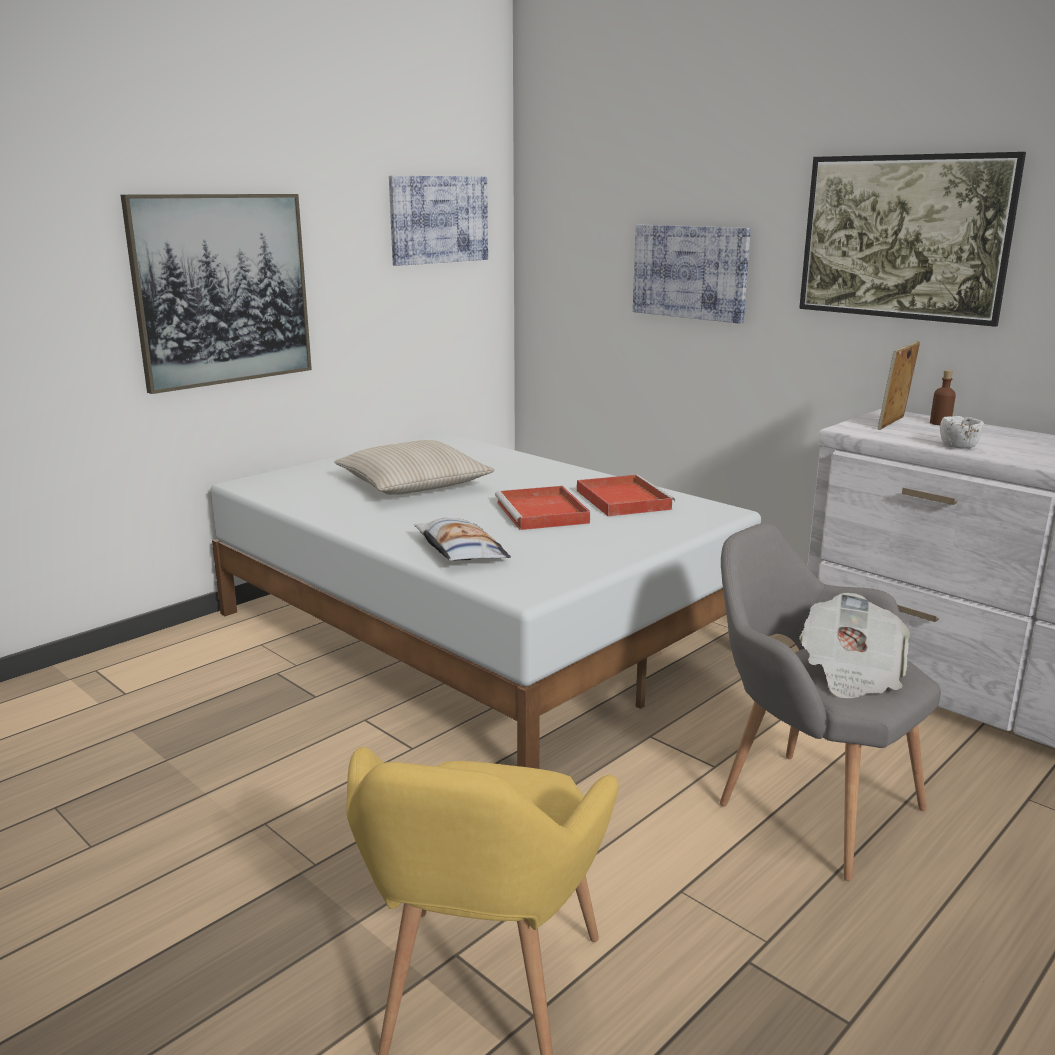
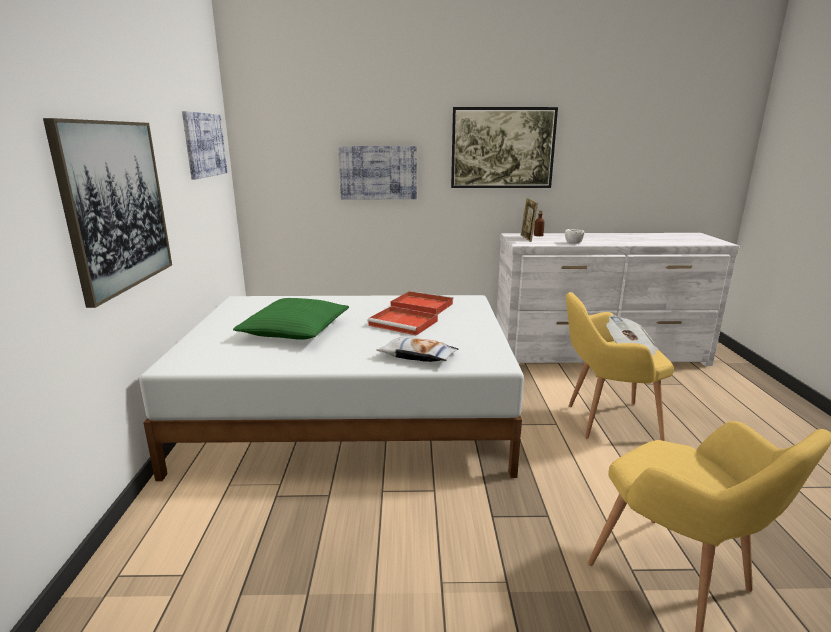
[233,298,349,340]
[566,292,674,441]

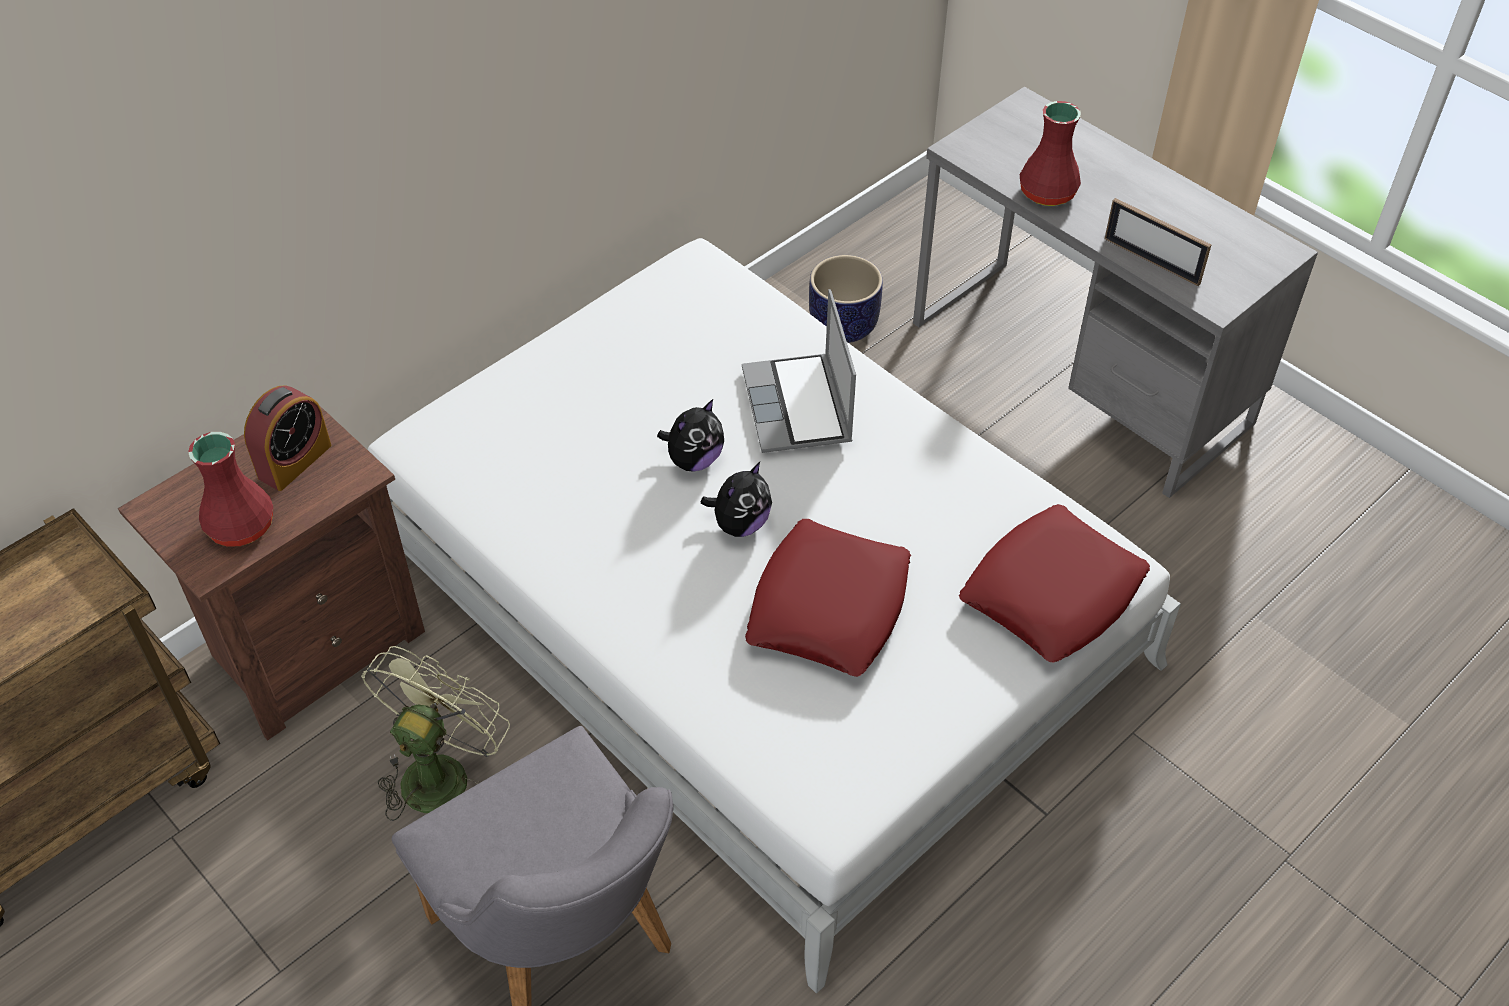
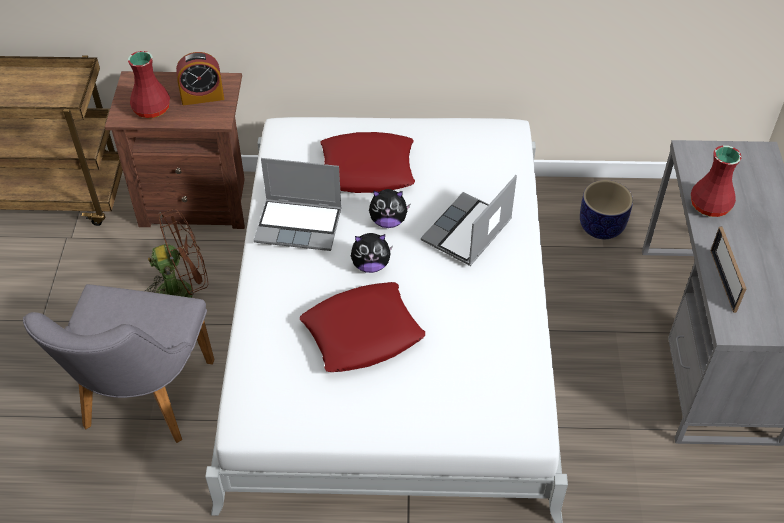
[320,132,415,193]
[145,209,208,298]
[254,158,342,251]

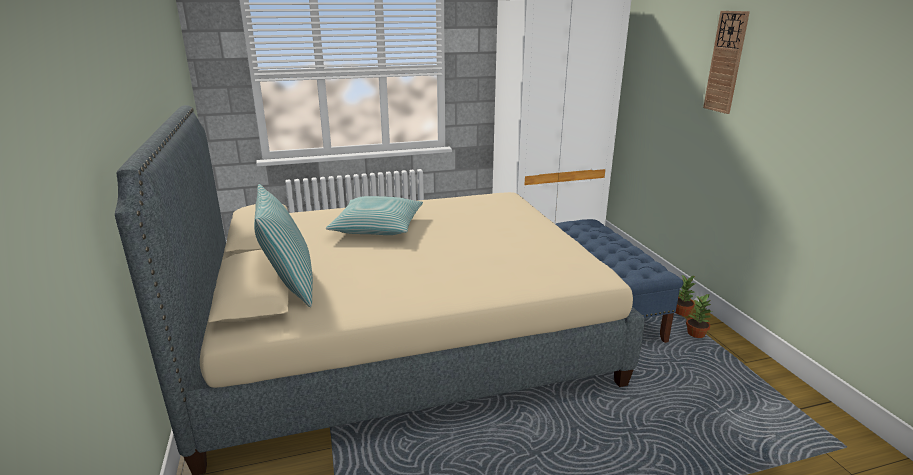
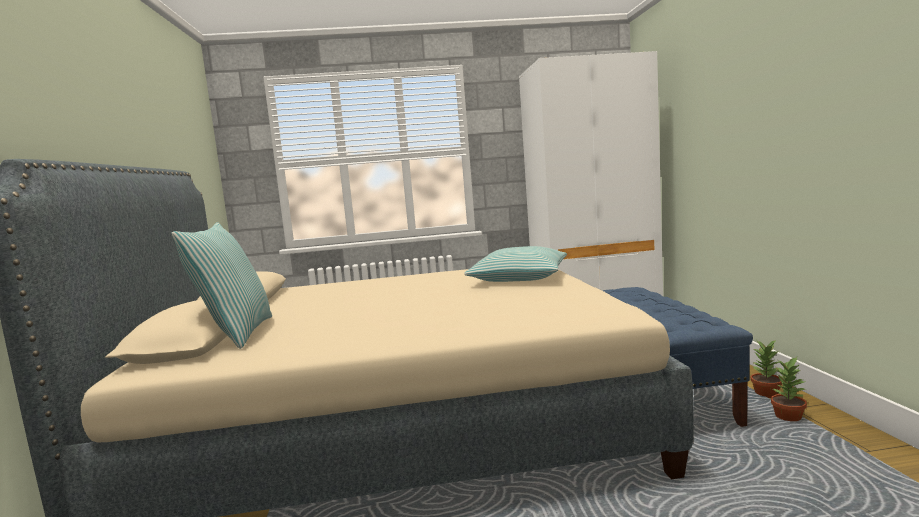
[703,11,750,114] (first image)
[464,246,567,282]

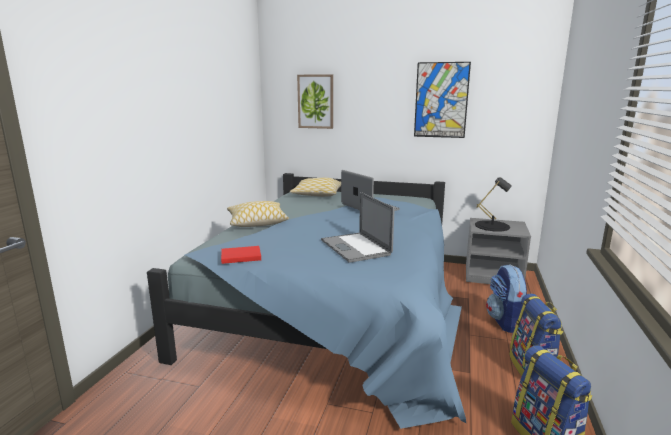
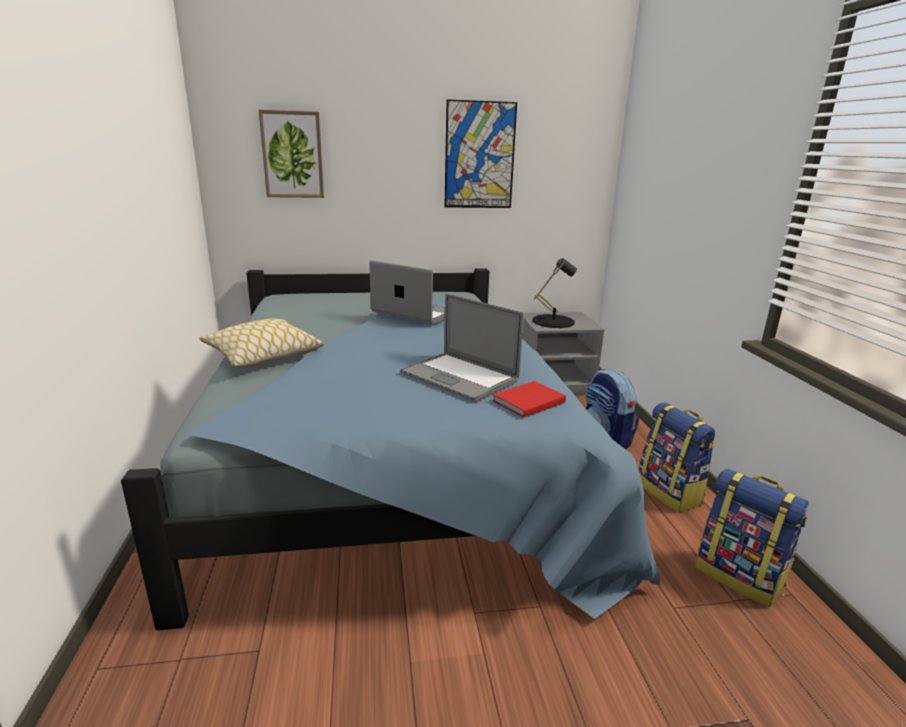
[290,178,341,197] (first image)
[493,381,566,418]

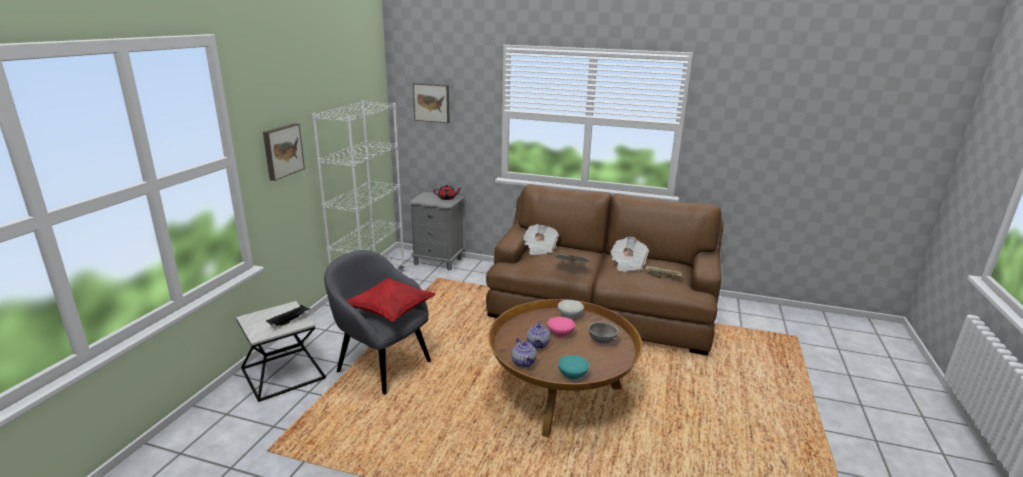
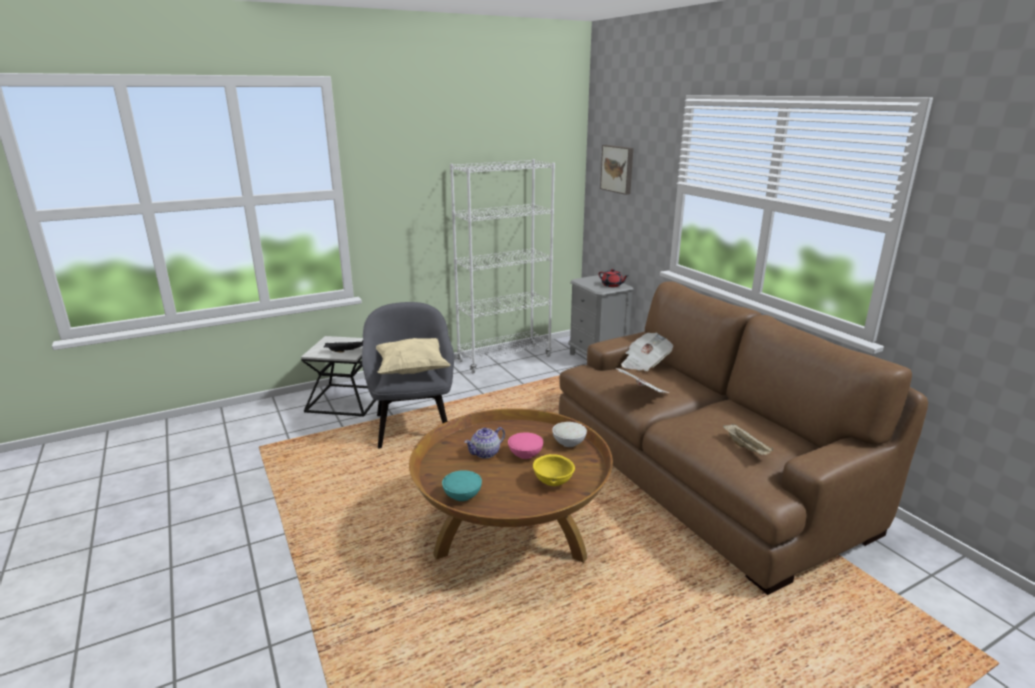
[263,123,305,181] (first image)
[610,237,649,272] (first image)
[376,338,451,374]
[533,454,575,486]
[512,338,537,367] (first image)

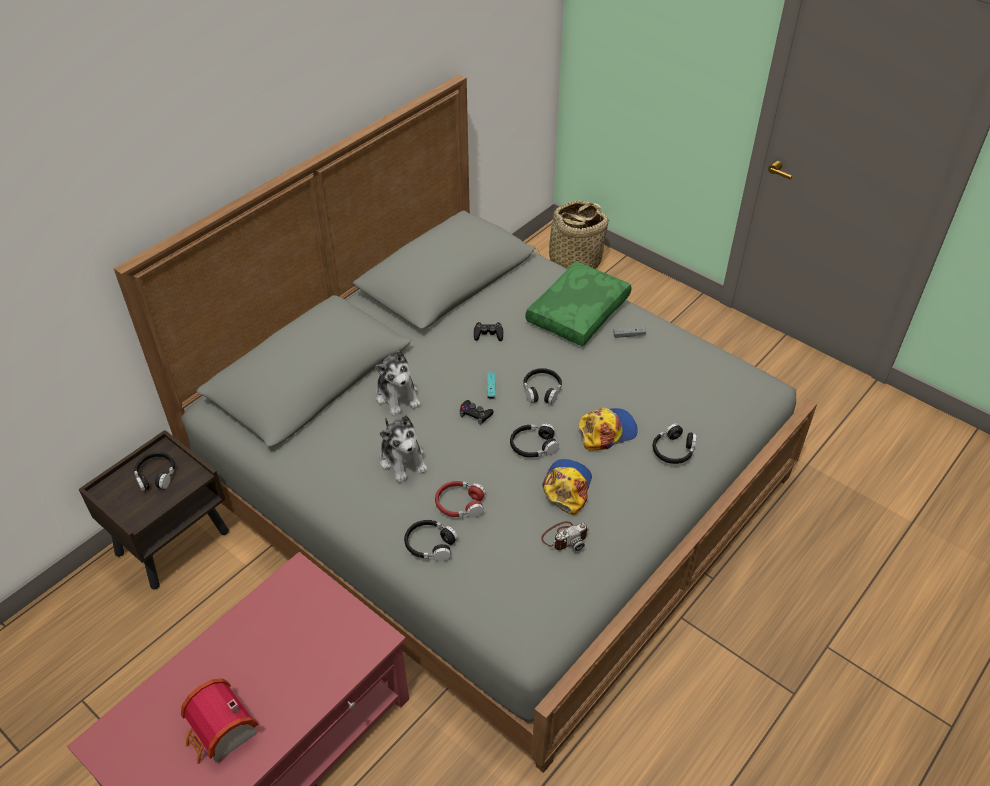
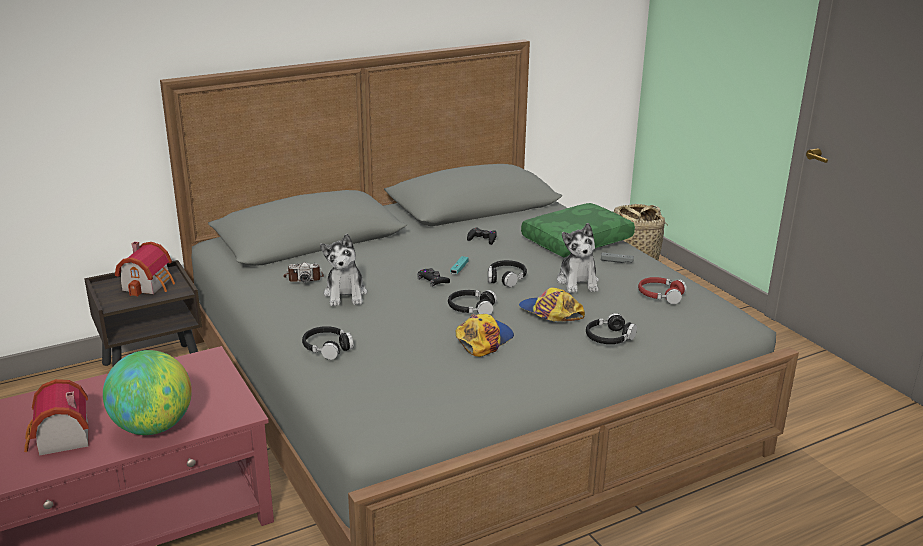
[557,223,599,293]
[519,288,585,321]
[115,242,175,297]
[638,277,687,304]
[283,262,324,283]
[103,350,192,435]

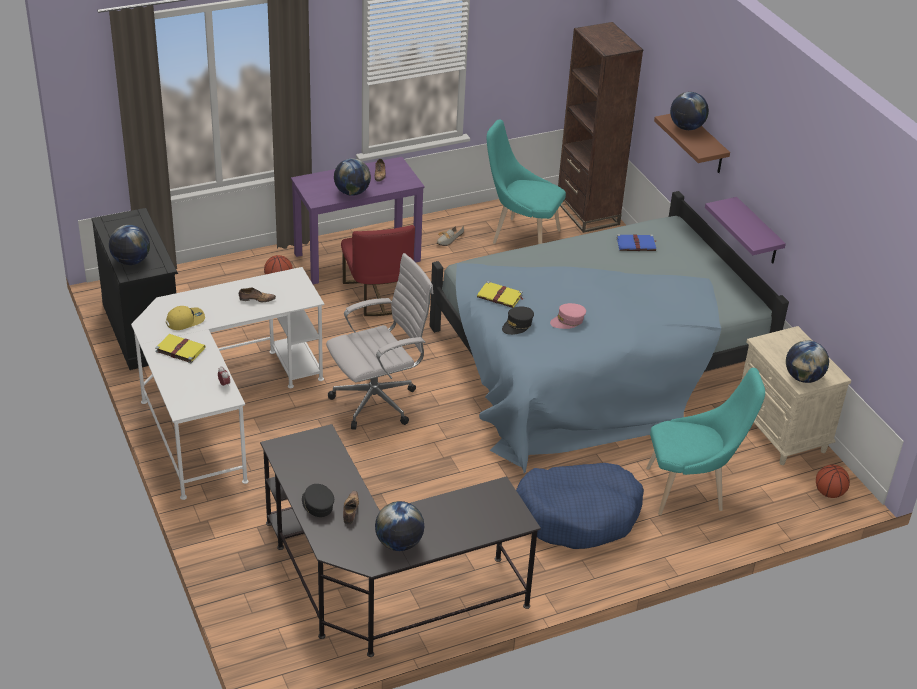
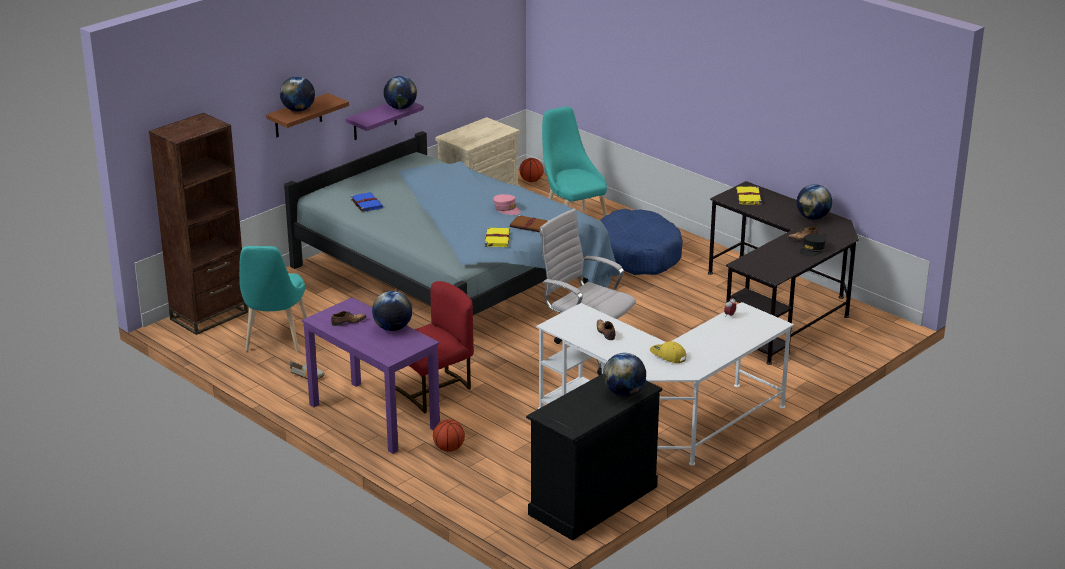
[510,215,550,232]
[736,187,762,206]
[384,76,417,109]

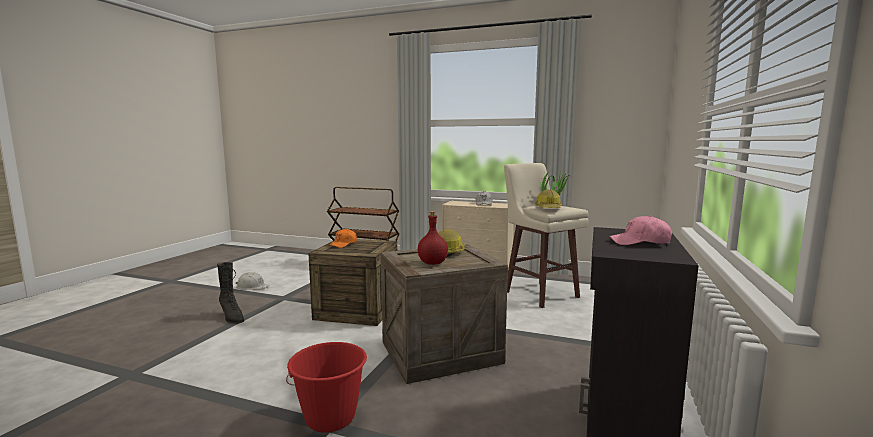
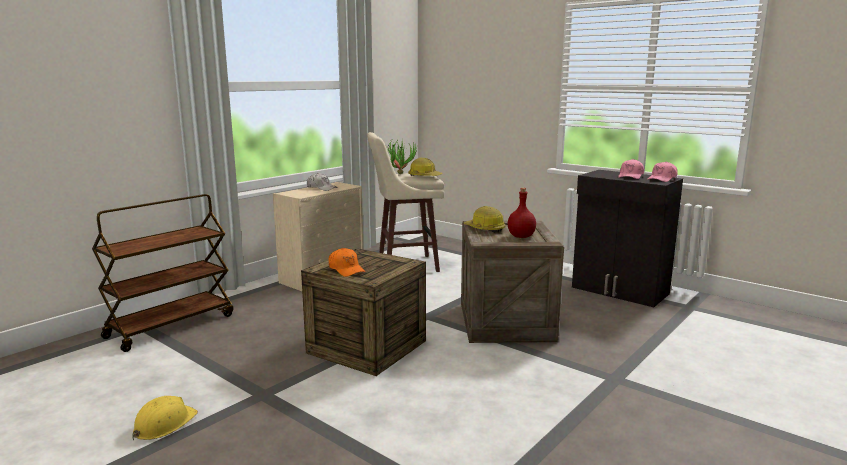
[217,262,244,324] (first image)
[132,396,198,440]
[286,342,367,433] (first image)
[647,161,678,182]

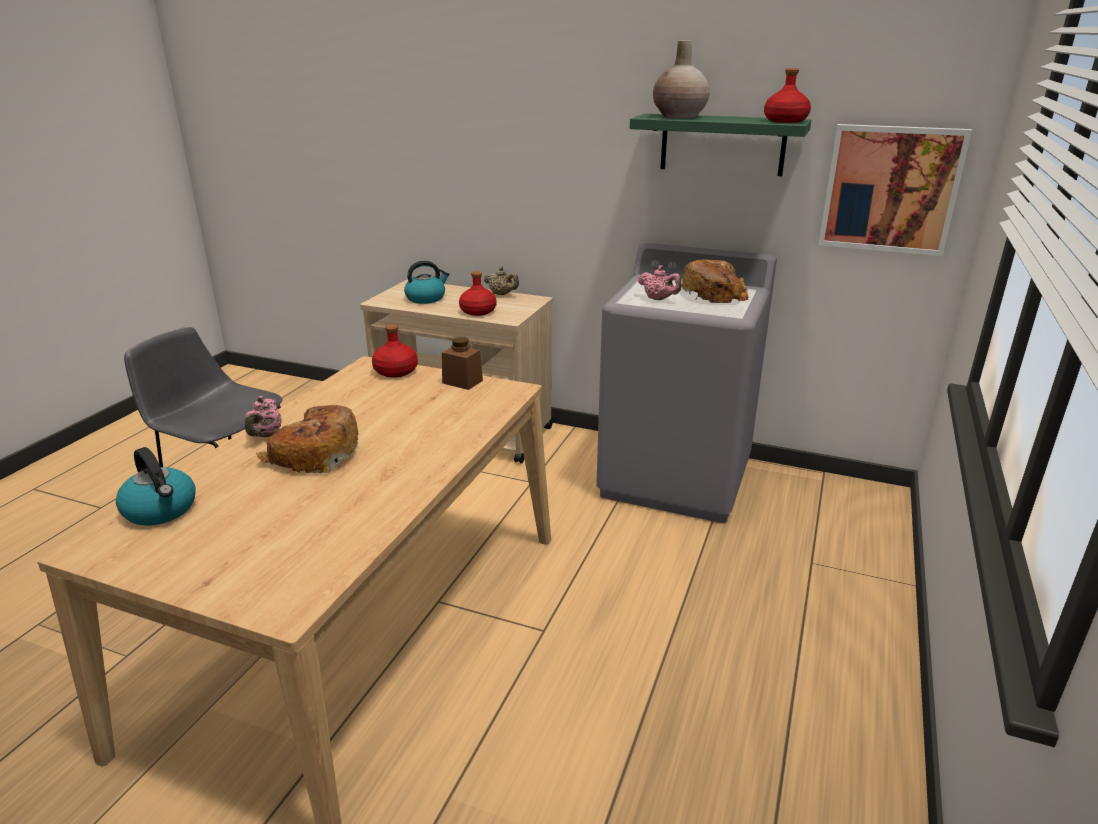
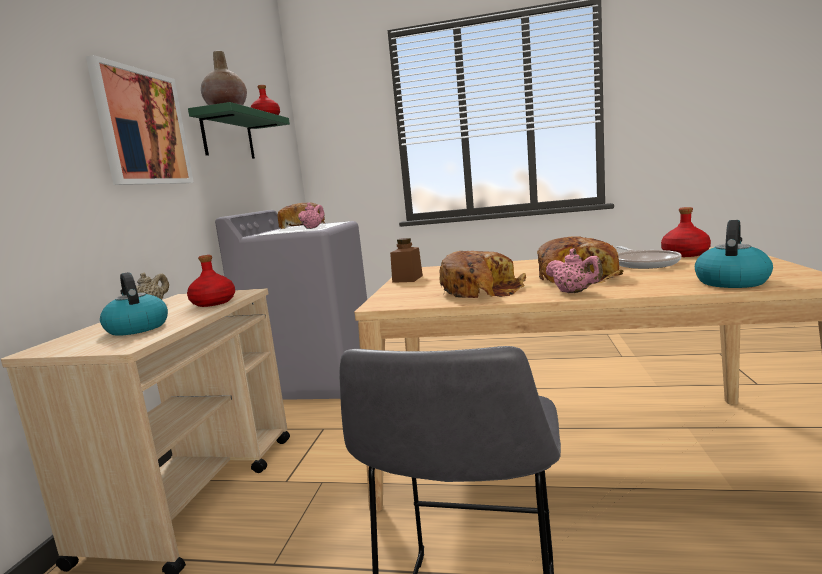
[86,55,194,185]
[661,207,711,257]
[545,248,603,293]
[617,246,681,269]
[439,251,526,298]

